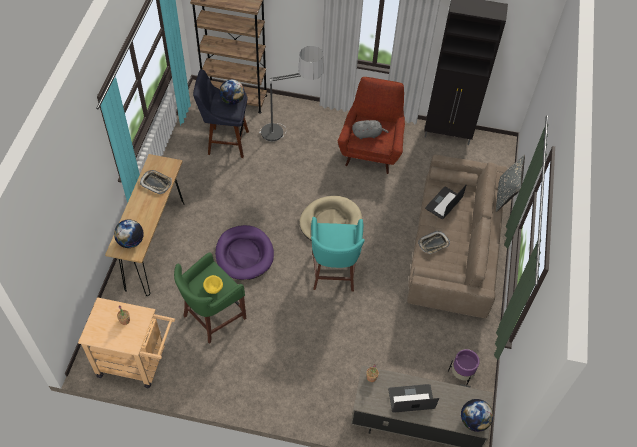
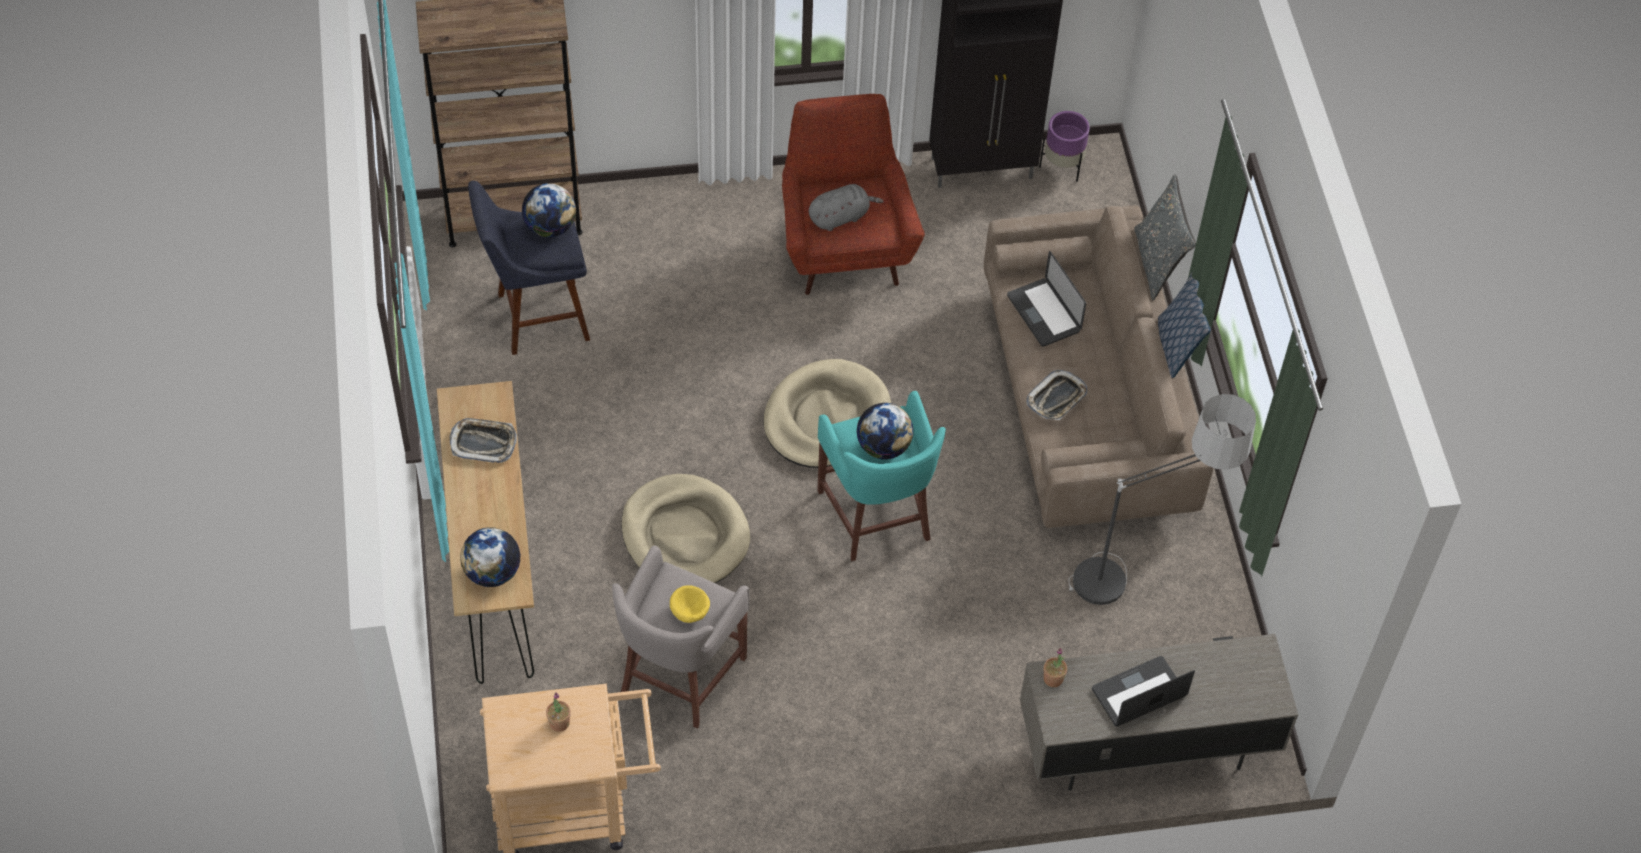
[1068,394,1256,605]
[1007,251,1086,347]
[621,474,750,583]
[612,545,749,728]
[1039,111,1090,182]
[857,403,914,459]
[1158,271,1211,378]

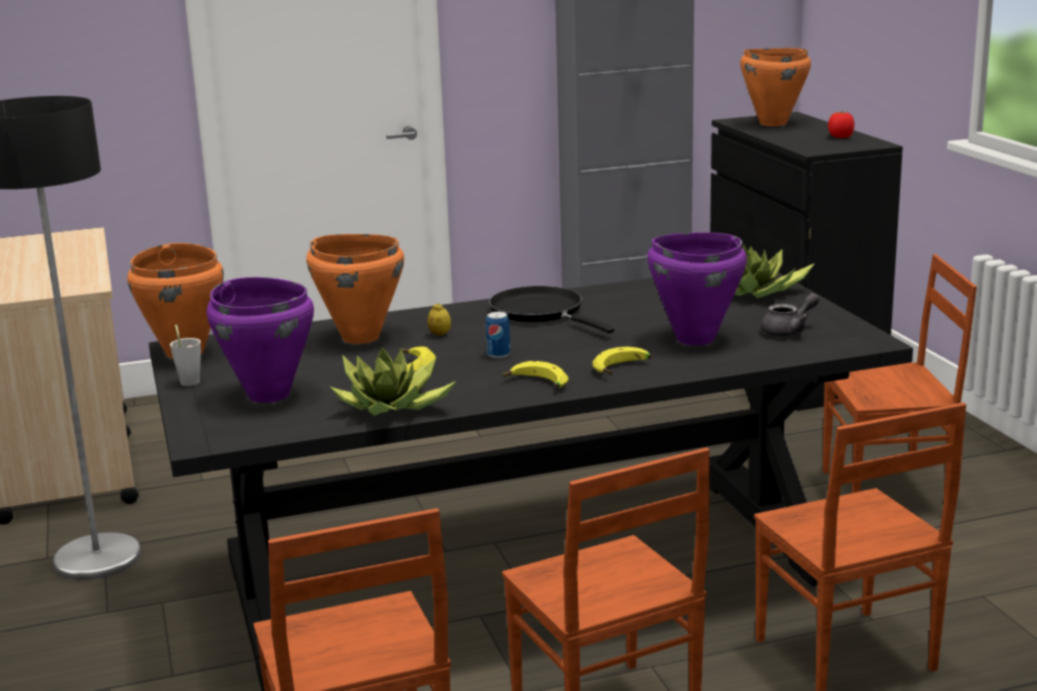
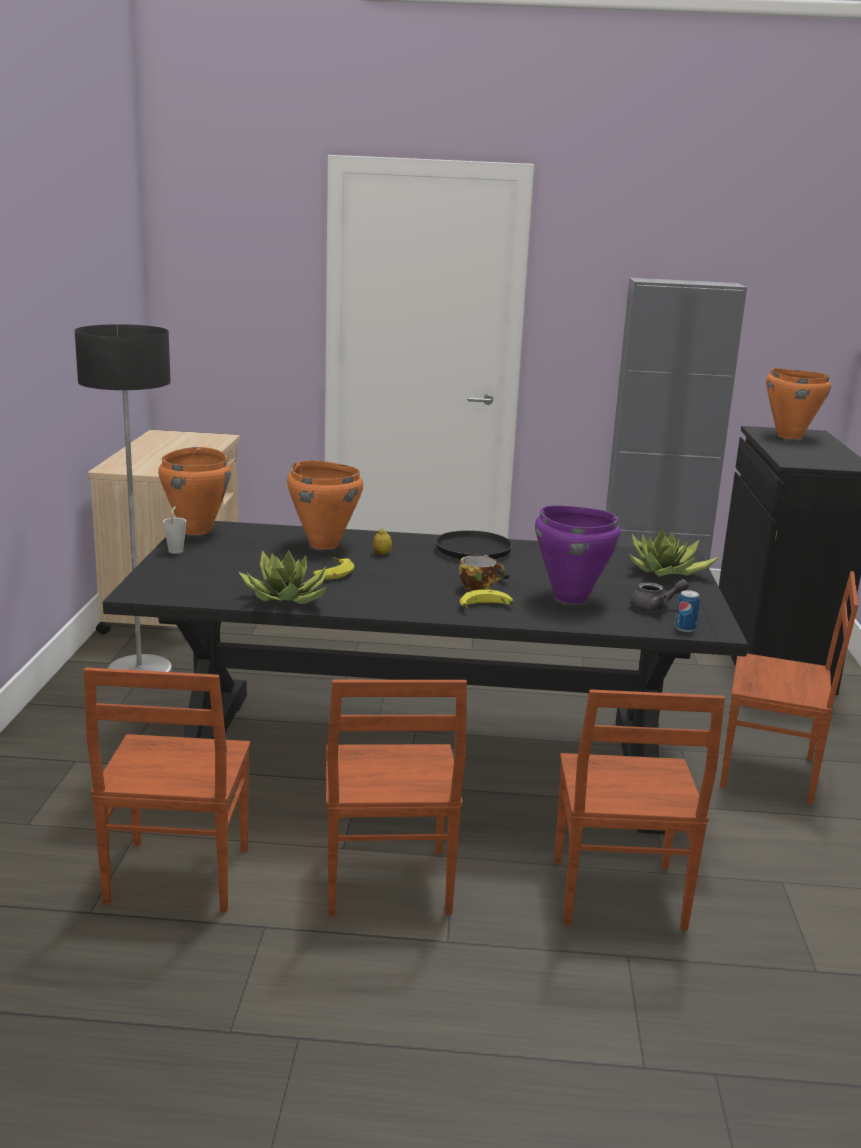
[828,111,854,138] (first image)
[207,277,314,403] (first image)
[675,590,700,632]
[503,361,569,388] (first image)
[459,555,505,592]

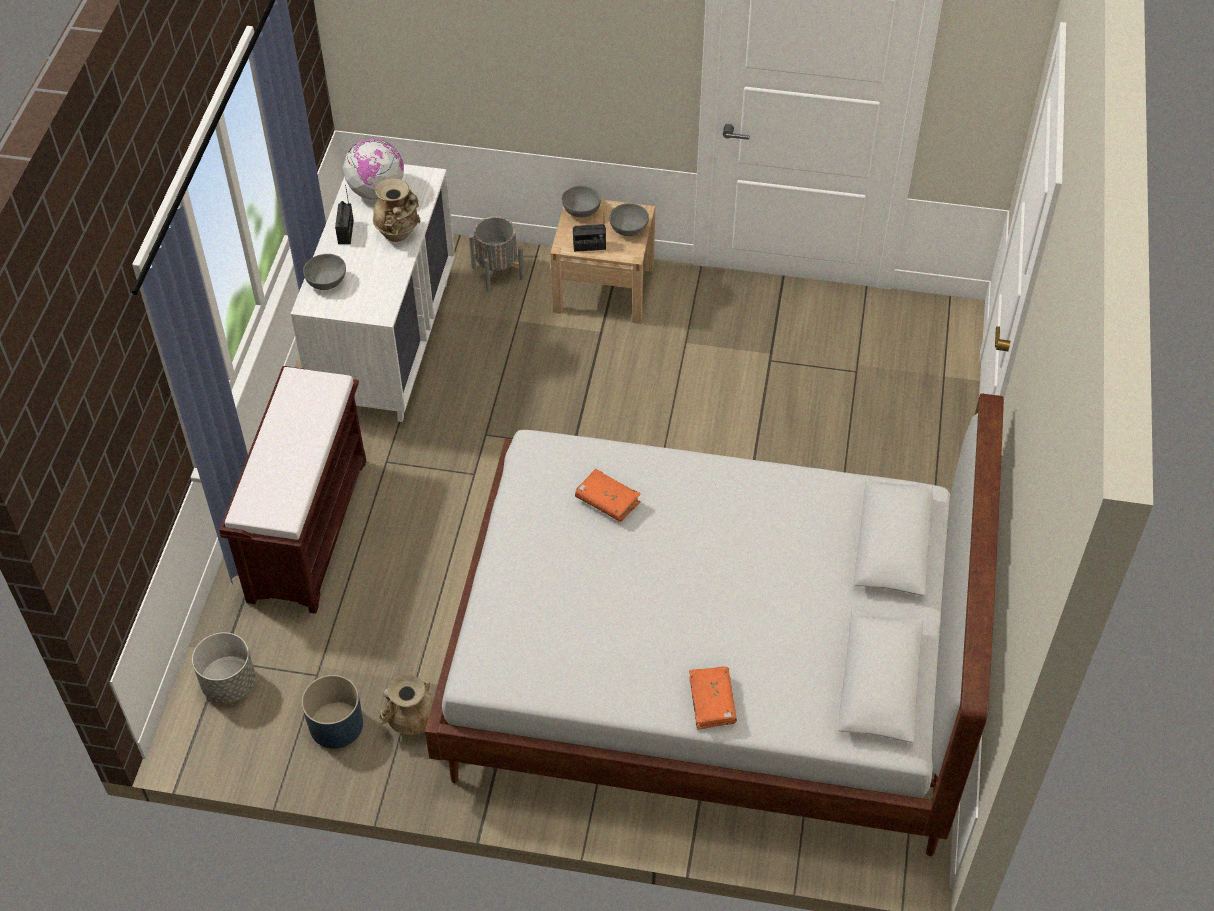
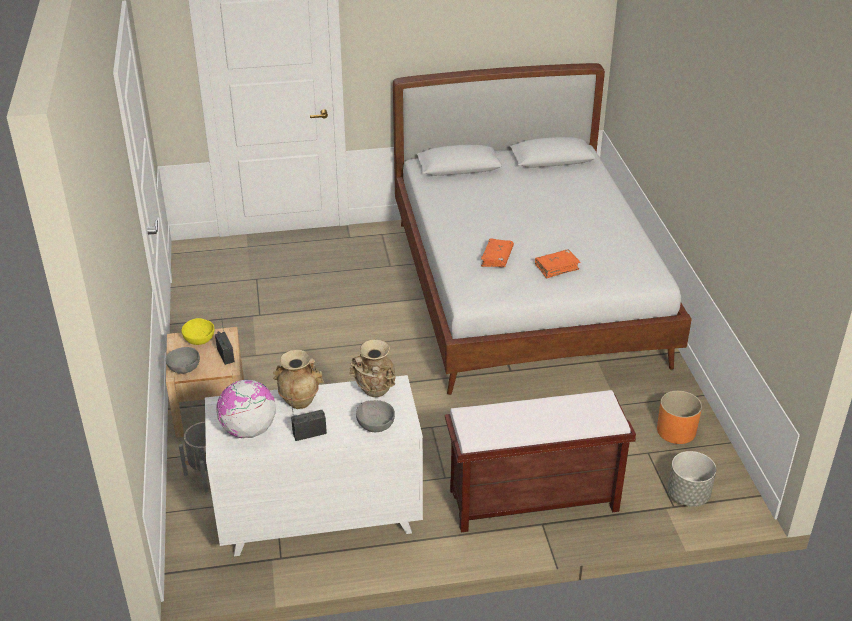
[182,318,214,345]
[535,249,581,278]
[349,340,396,397]
[657,390,702,444]

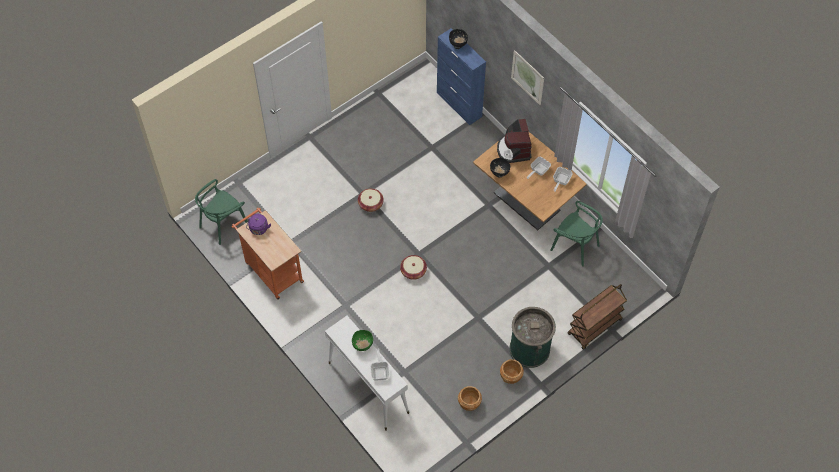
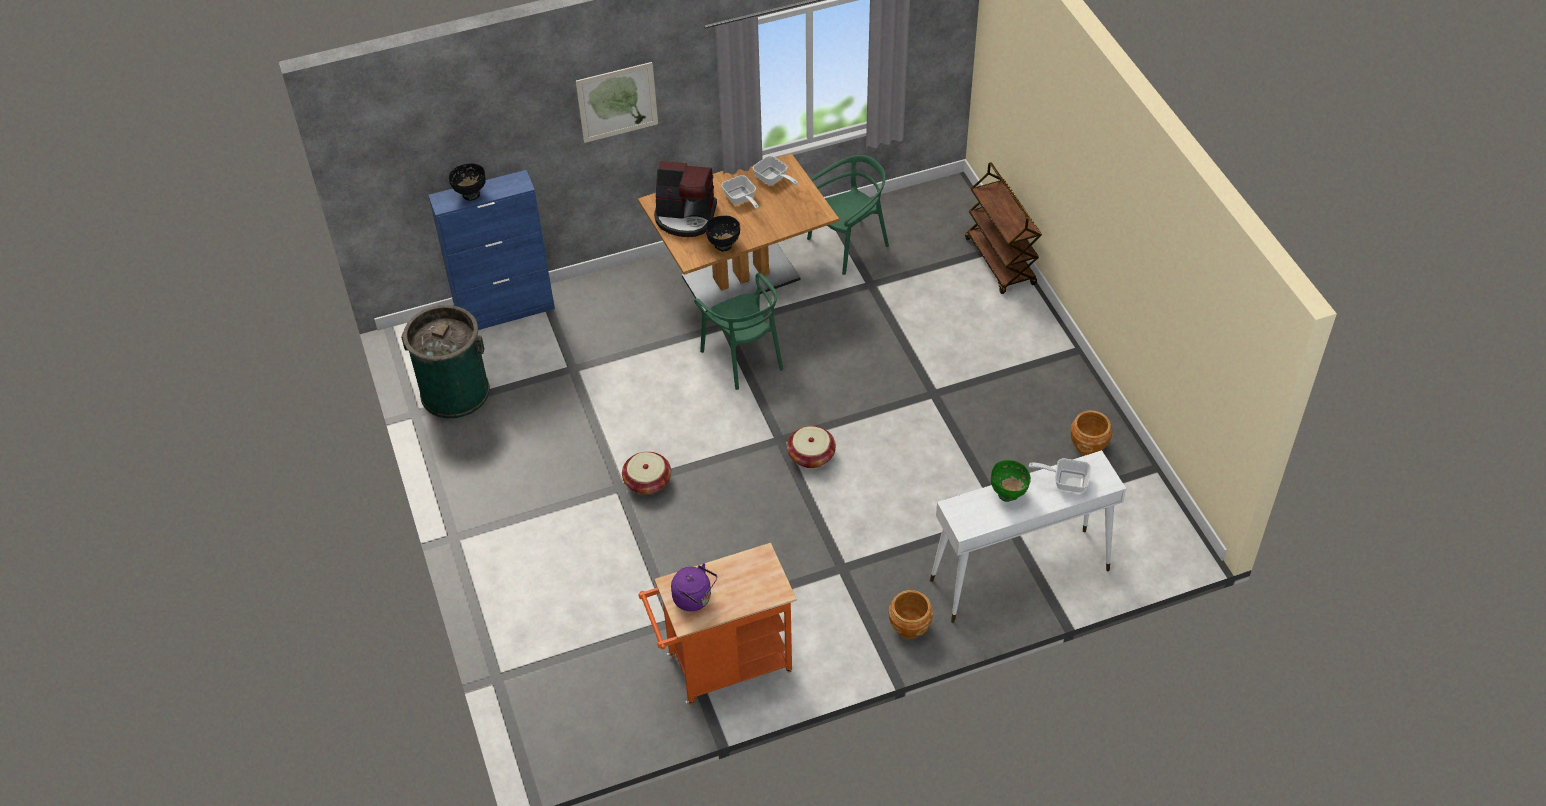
[694,273,783,390]
[401,305,490,419]
[889,590,933,639]

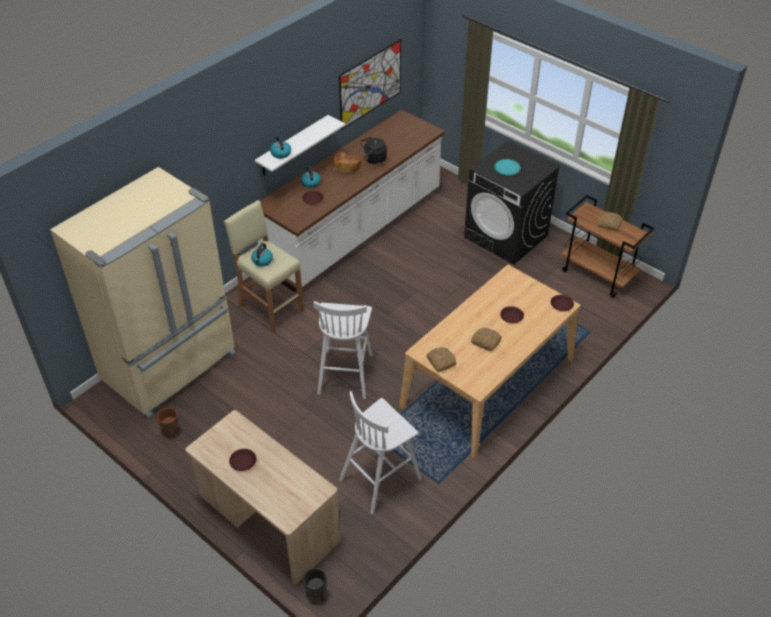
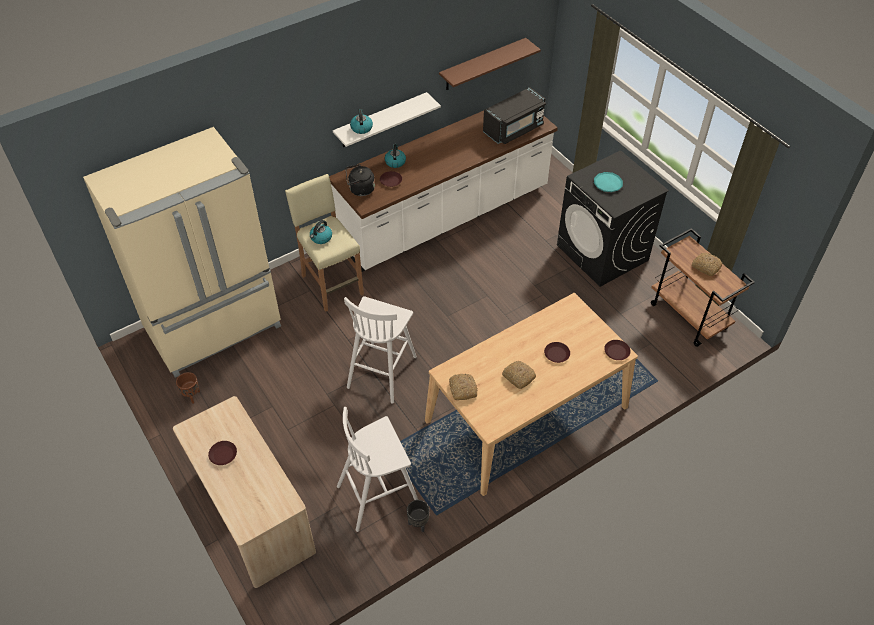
[439,38,541,90]
[346,164,375,196]
[333,152,362,173] (first image)
[407,500,429,533]
[483,87,546,144]

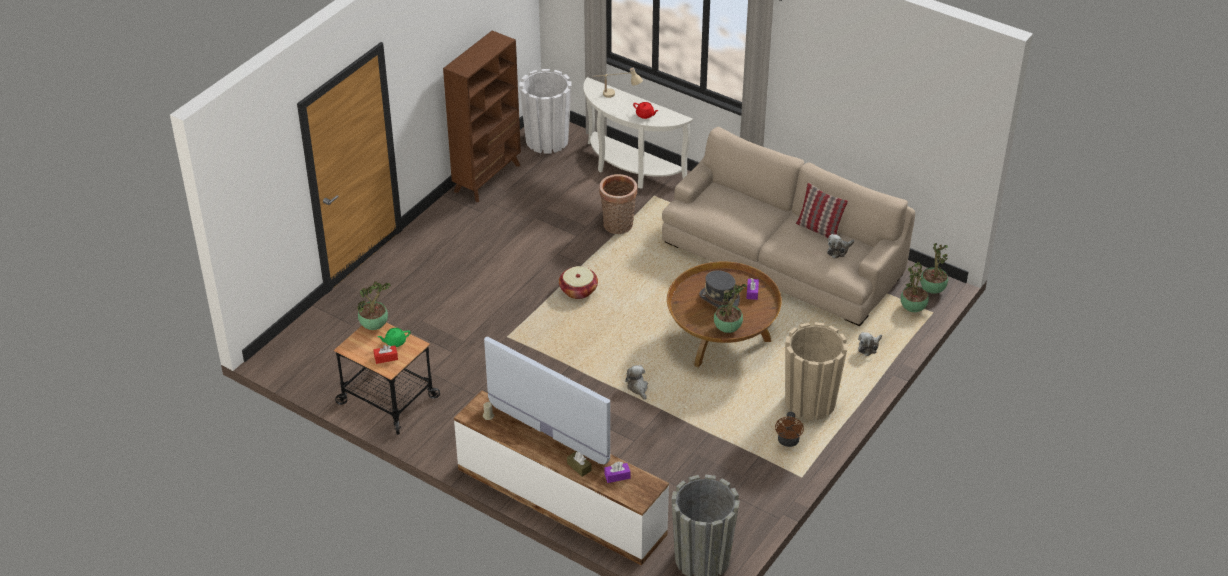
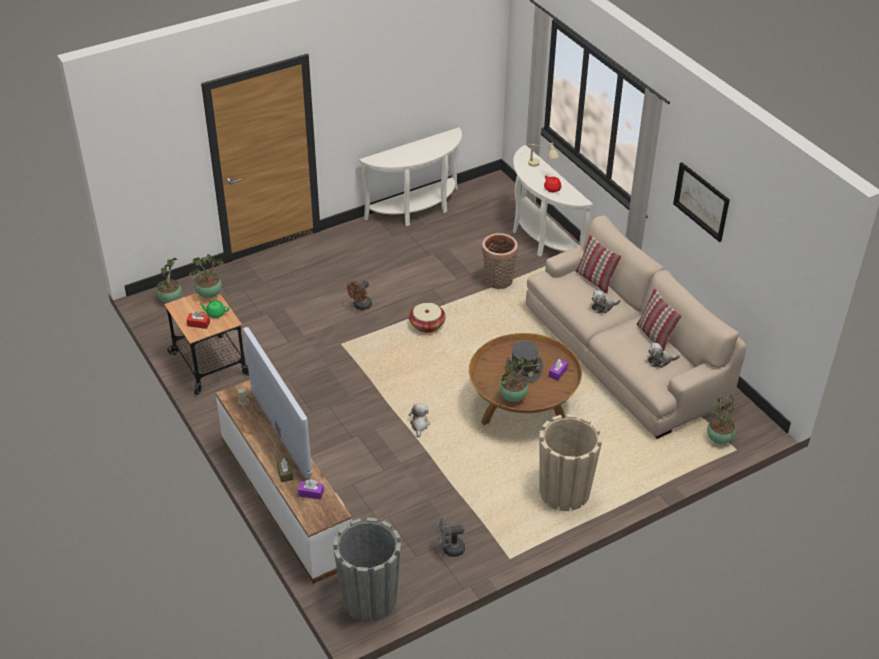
[359,127,462,226]
[519,69,572,154] (first image)
[156,258,182,303]
[592,290,621,313]
[347,280,372,310]
[673,162,730,242]
[576,234,621,294]
[436,518,465,557]

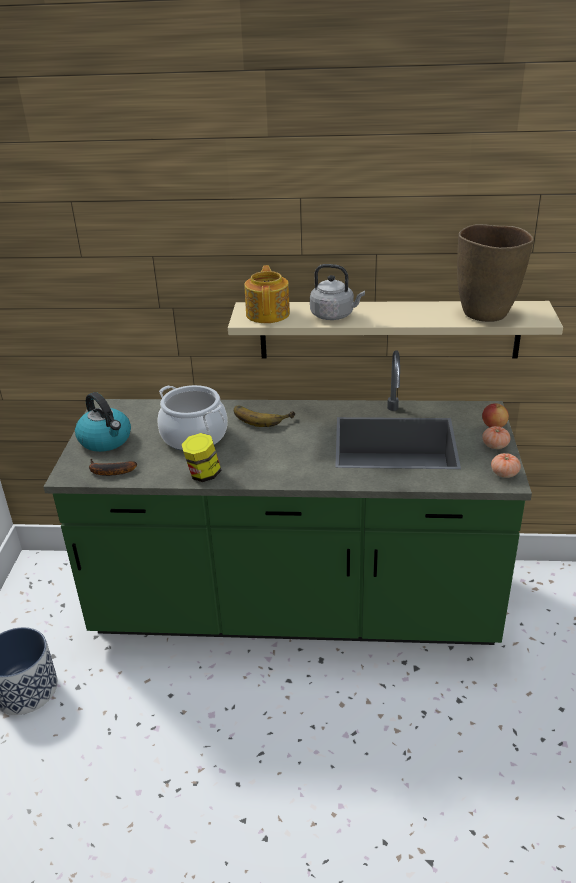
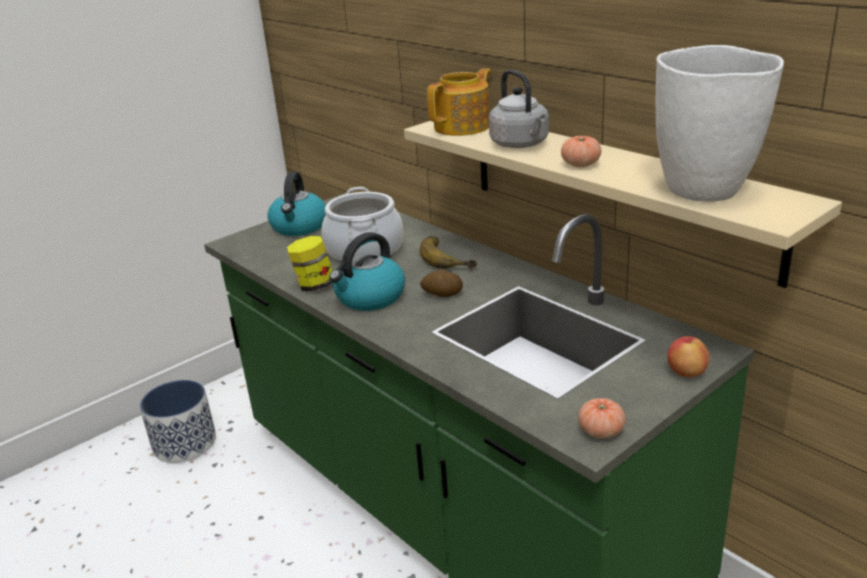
[656,45,784,202]
[561,136,601,167]
[89,459,137,476] (first image)
[329,232,405,311]
[420,270,463,297]

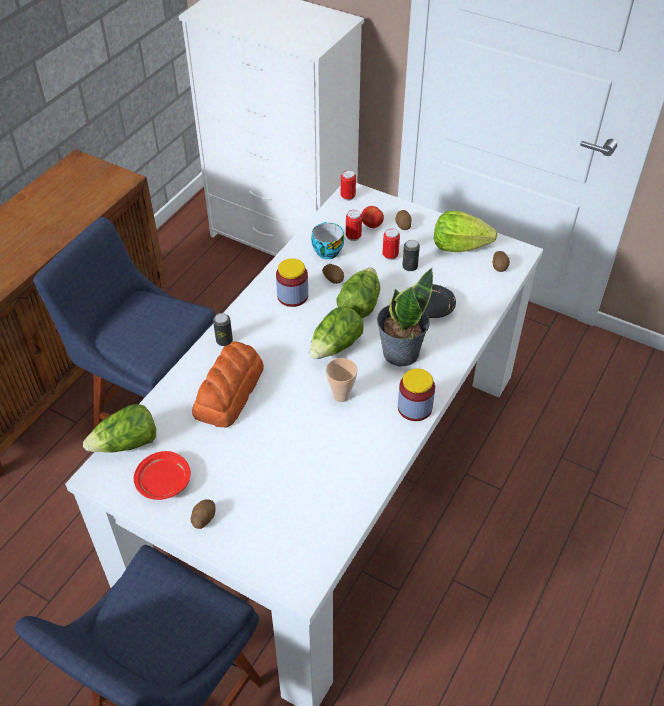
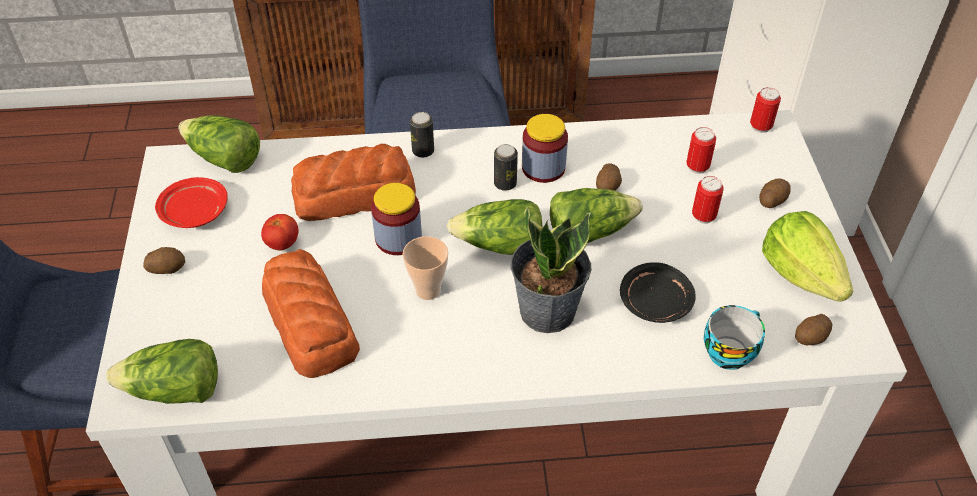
[261,214,298,251]
[704,305,765,370]
[494,144,518,191]
[371,183,422,255]
[262,249,360,378]
[106,339,218,404]

